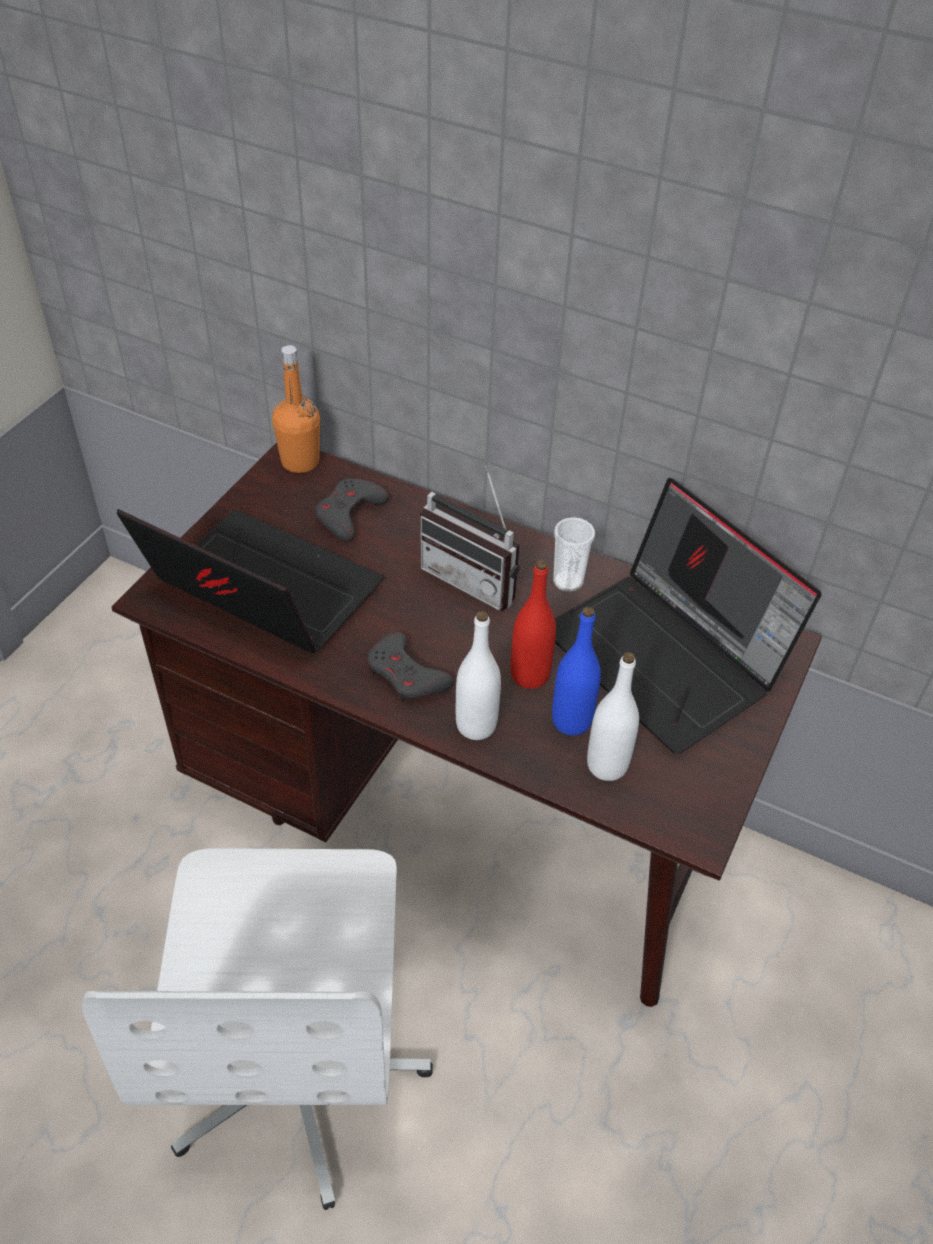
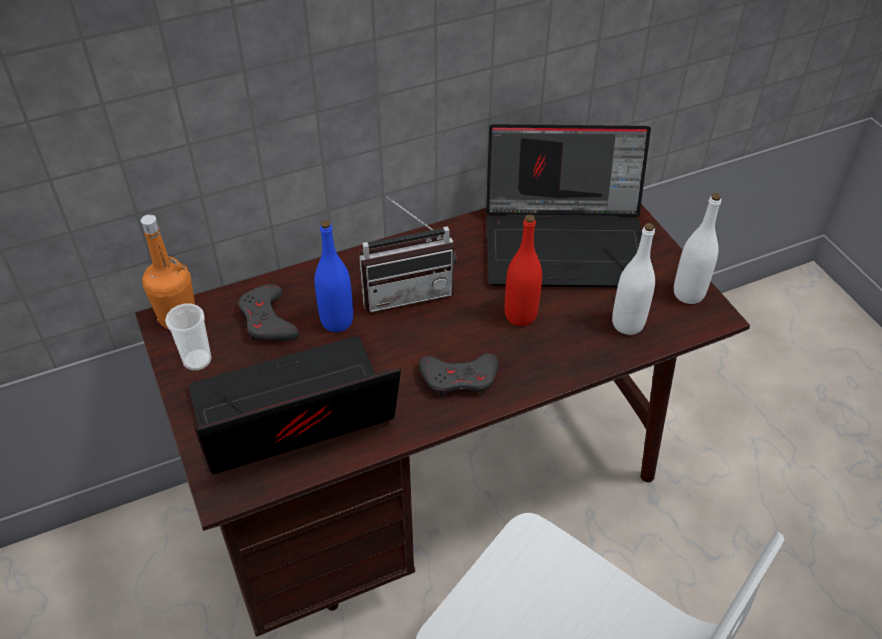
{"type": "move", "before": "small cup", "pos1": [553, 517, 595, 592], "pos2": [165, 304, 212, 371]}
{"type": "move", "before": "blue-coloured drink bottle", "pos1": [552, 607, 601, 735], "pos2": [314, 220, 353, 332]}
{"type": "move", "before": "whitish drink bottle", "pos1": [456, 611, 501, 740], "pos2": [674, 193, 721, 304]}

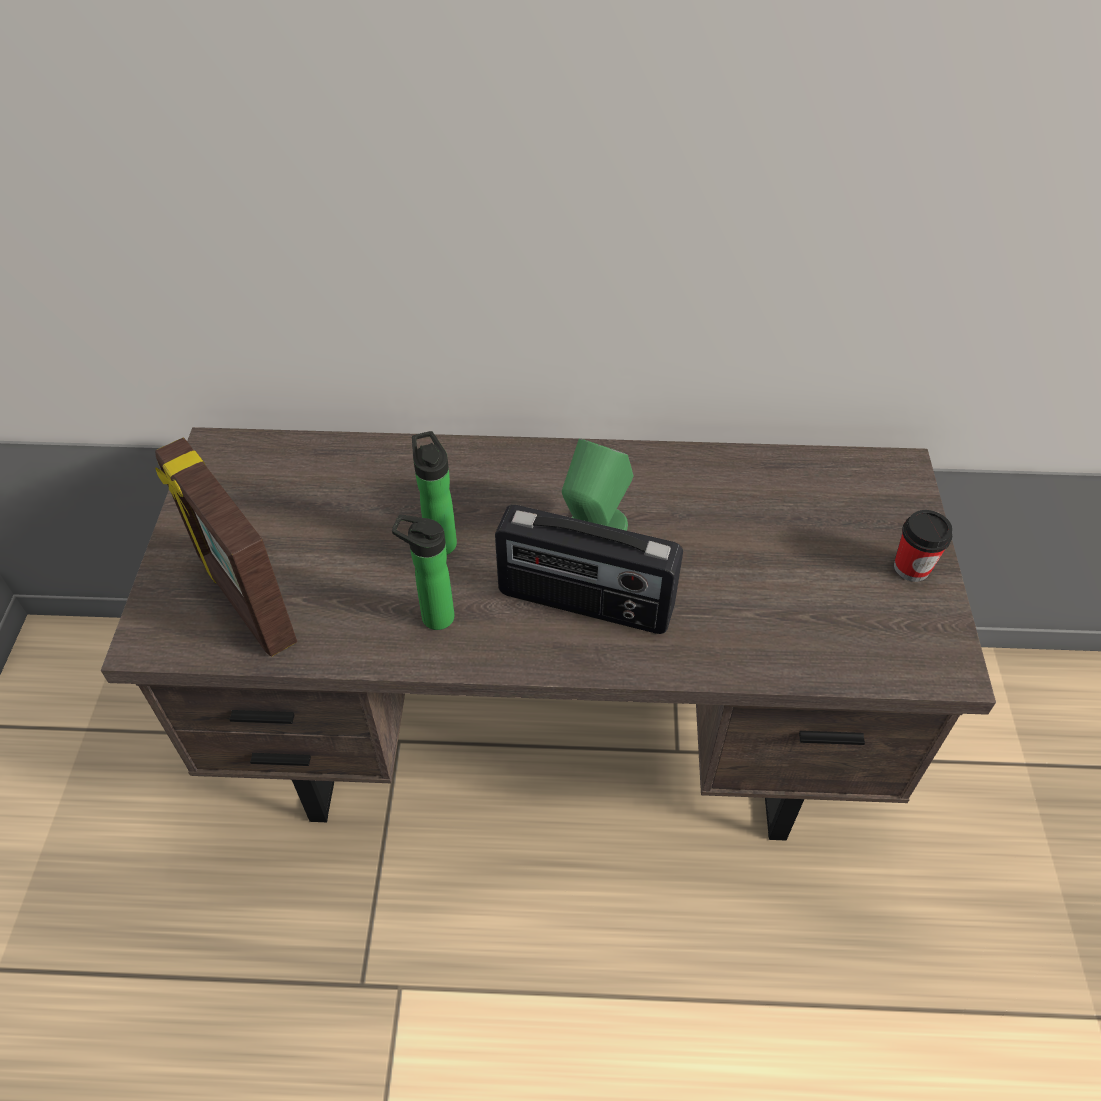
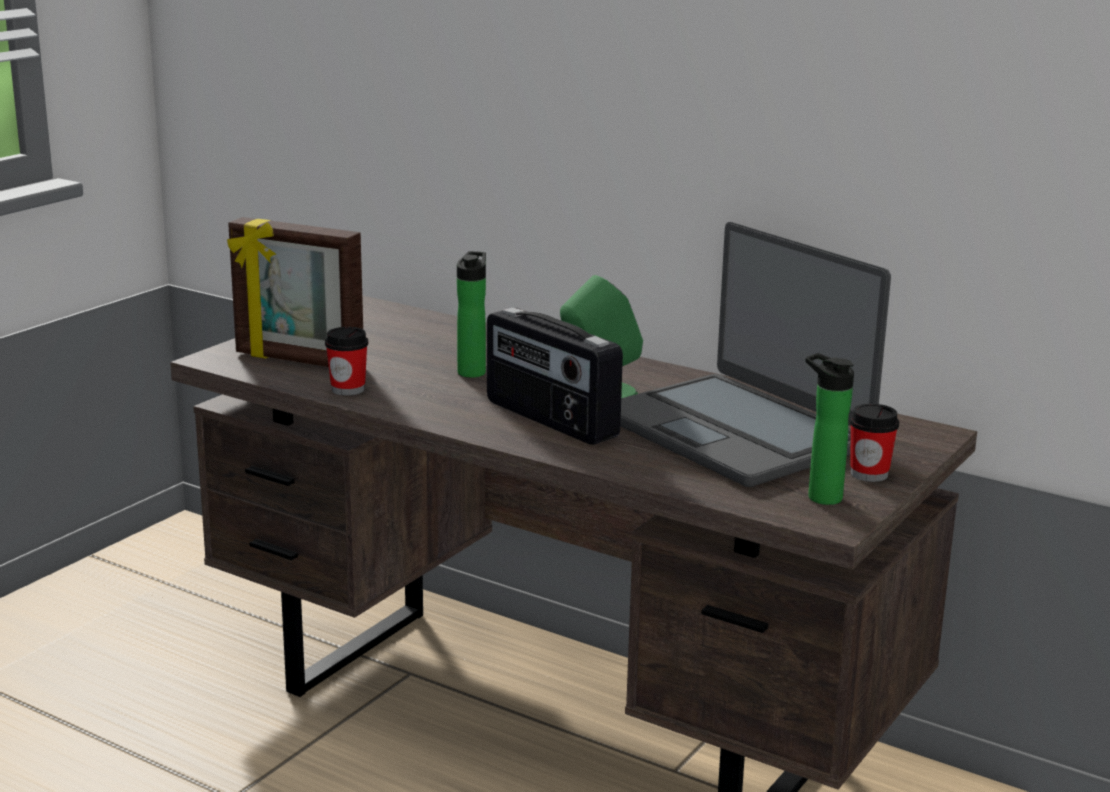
{"type": "rotate", "before": "photo frame", "pos1": [155, 437, 297, 657], "pos2": [227, 217, 363, 367], "turn": -60}
{"type": "move", "before": "drink bottle", "pos1": [392, 514, 454, 630], "pos2": [805, 353, 854, 505]}
{"type": "insert", "after": "portable computer", "pos2": [620, 222, 891, 487]}
{"type": "insert", "after": "small cup", "pos2": [325, 327, 368, 396]}

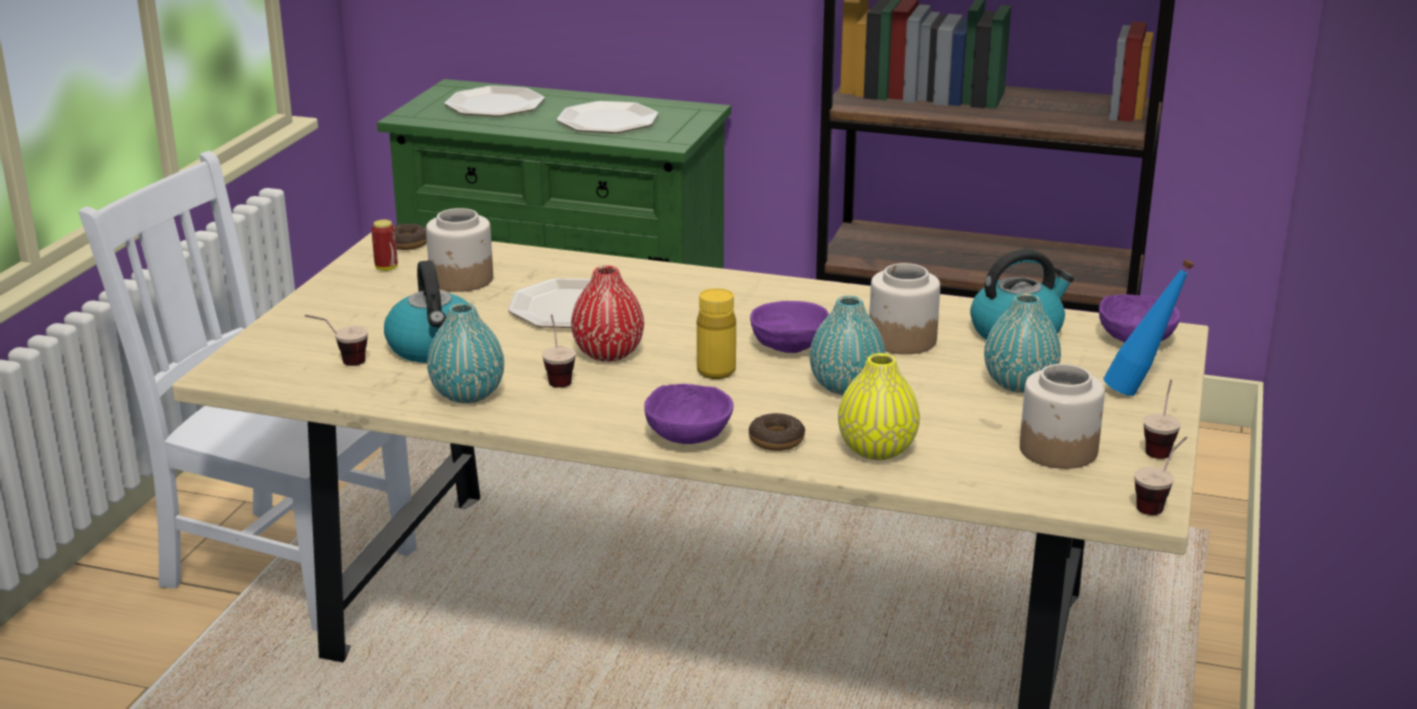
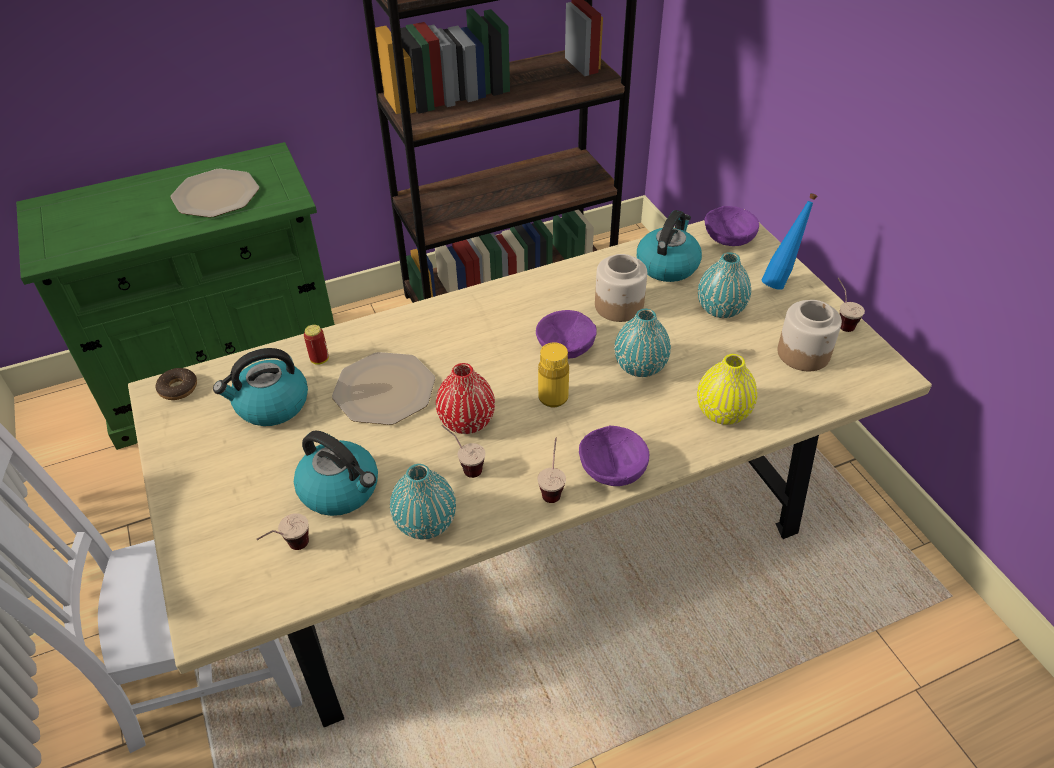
{"type": "delete", "before": "flat dish", "pos1": [444, 86, 545, 117]}
{"type": "replace", "before": "storage jar", "after": "tea kettle", "pos1": [426, 208, 493, 292], "pos2": [213, 348, 308, 426]}
{"type": "move", "before": "sealed can", "pos1": [371, 220, 398, 271], "pos2": [304, 325, 329, 365]}
{"type": "delete", "before": "donut", "pos1": [749, 413, 805, 451]}
{"type": "move", "before": "small cup", "pos1": [1134, 436, 1187, 515], "pos2": [537, 437, 566, 503]}

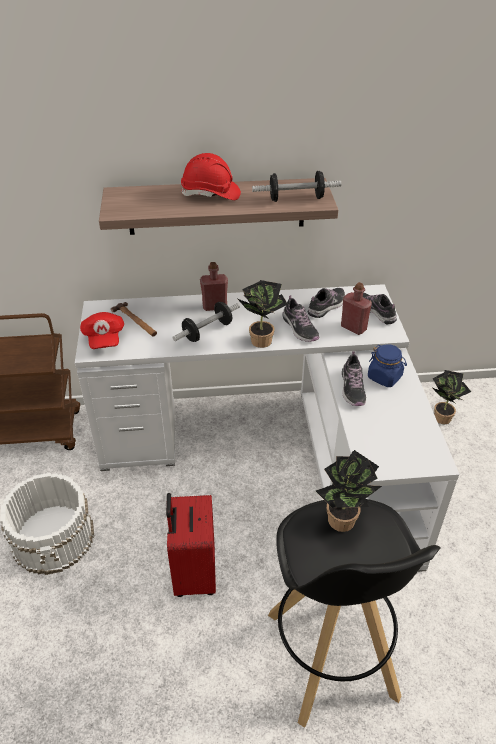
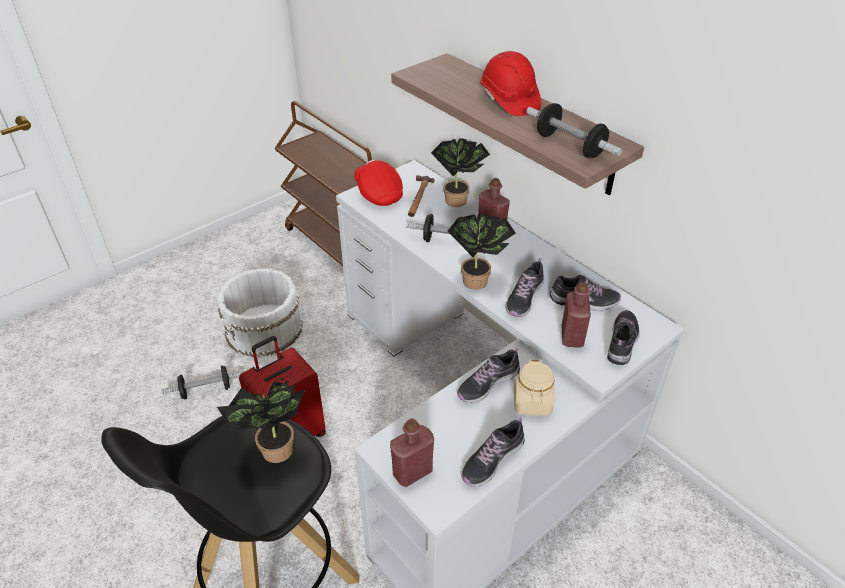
{"type": "rotate", "before": "red cap", "pos1": [80, 312, 124, 349], "pos2": [354, 160, 403, 206], "turn": 105}
{"type": "recolor", "before": "blue-coloured storage jar", "after": "beige-coloured storage jar", "pos1": [368, 344, 407, 387], "pos2": [514, 359, 555, 416]}
{"type": "move", "before": "potted plant", "pos1": [433, 370, 471, 424], "pos2": [431, 138, 490, 207]}
{"type": "insert", "after": "hand weight", "pos2": [161, 365, 245, 400]}
{"type": "insert", "after": "item of footwear", "pos2": [461, 417, 525, 487]}
{"type": "insert", "after": "red drink bottle", "pos2": [390, 418, 434, 487]}

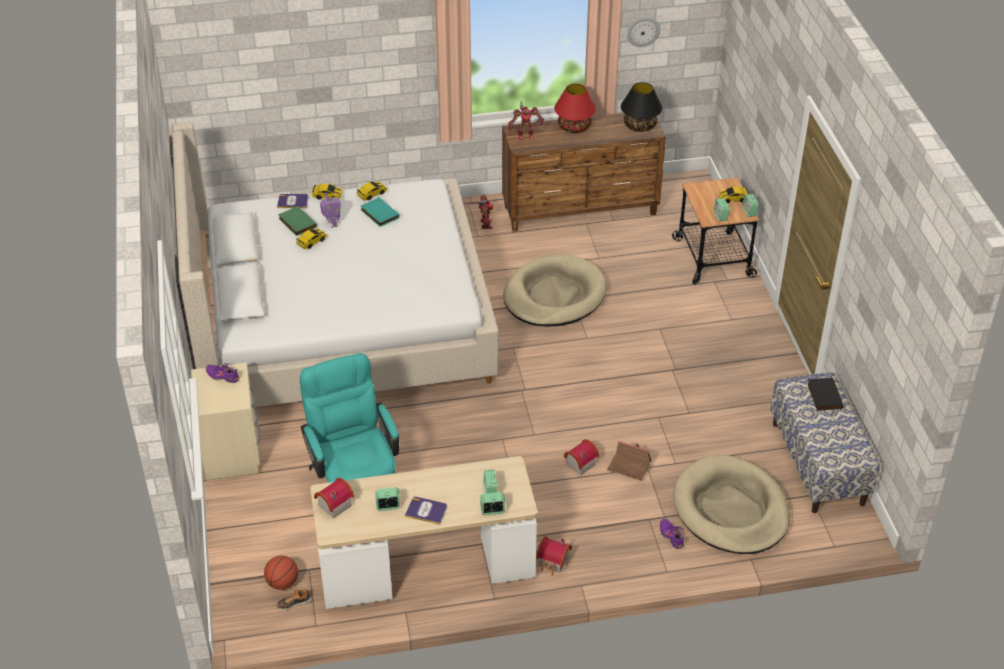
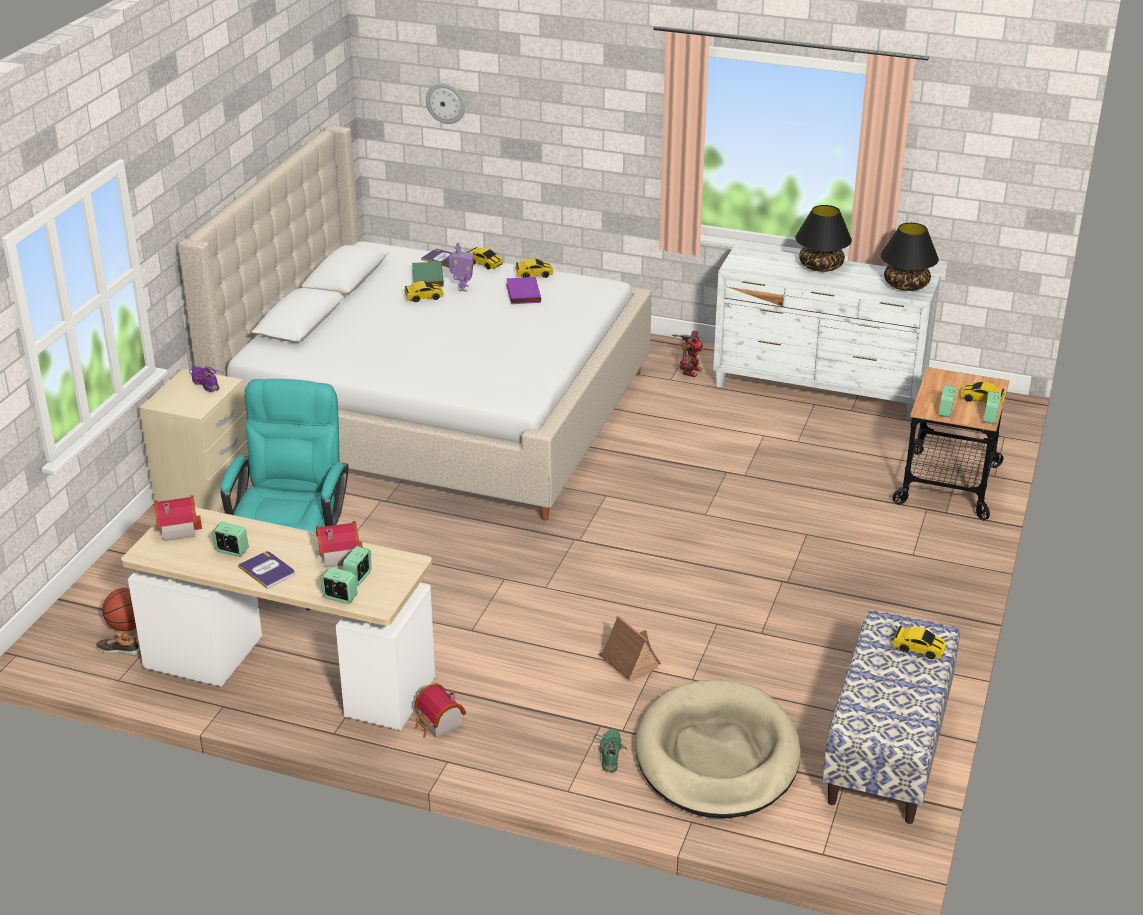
{"type": "move", "before": "hanging clock", "pos1": [627, 17, 660, 47], "pos2": [426, 83, 465, 124]}
{"type": "recolor", "before": "red tabletop lamp", "after": "blackish tabletop lamp", "pos1": [554, 84, 596, 133], "pos2": [795, 205, 852, 272]}
{"type": "delete", "before": "model robot", "pos1": [508, 101, 544, 140]}
{"type": "recolor", "before": "brownish dresser", "after": "whitish dresser", "pos1": [502, 113, 666, 232], "pos2": [713, 245, 941, 420]}
{"type": "recolor", "before": "blue-green volume", "after": "purple volume", "pos1": [361, 197, 400, 227], "pos2": [506, 276, 541, 304]}
{"type": "delete", "before": "beige-coloured dog cushion", "pos1": [503, 255, 606, 326]}
{"type": "replace", "before": "blackish volume", "after": "toy car", "pos1": [807, 377, 843, 411], "pos2": [893, 626, 946, 659]}
{"type": "move", "before": "model house", "pos1": [563, 439, 599, 475], "pos2": [316, 521, 363, 567]}
{"type": "recolor", "before": "purple item of footwear", "after": "greenish item of footwear", "pos1": [660, 519, 686, 549], "pos2": [594, 729, 630, 772]}

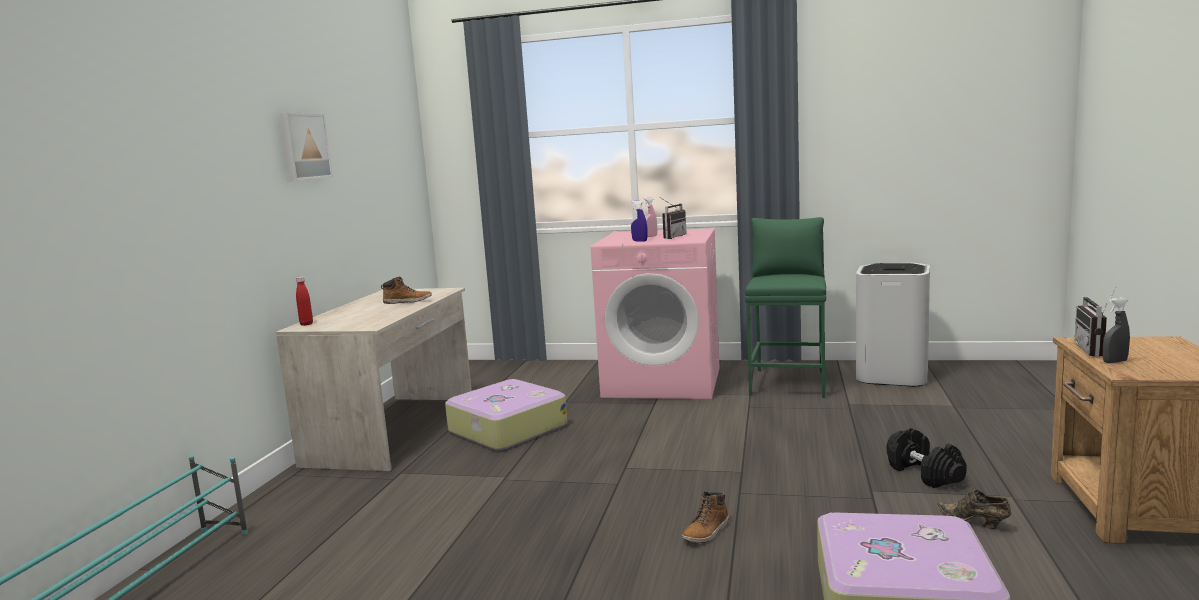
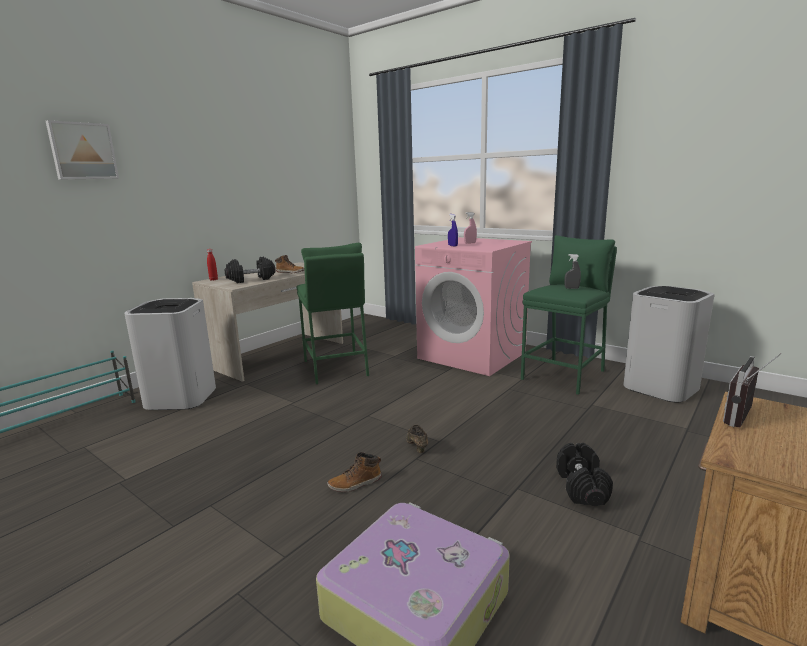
{"type": "move", "before": "wall art", "pos1": [279, 113, 333, 181], "pos2": [46, 120, 119, 180]}
{"type": "delete", "before": "radio", "pos1": [661, 198, 687, 239]}
{"type": "move", "before": "greyish spray bottle", "pos1": [1103, 297, 1130, 363], "pos2": [565, 254, 581, 289]}
{"type": "replace", "before": "piece of luggage", "after": "greenish stool seat", "pos1": [445, 379, 567, 450], "pos2": [297, 243, 369, 384]}
{"type": "move", "before": "brownish item of footwear", "pos1": [937, 490, 1011, 529], "pos2": [406, 425, 428, 453]}
{"type": "insert", "after": "blackish hand weight", "pos2": [225, 256, 276, 283]}
{"type": "insert", "after": "whitish waste bin", "pos2": [124, 298, 216, 410]}

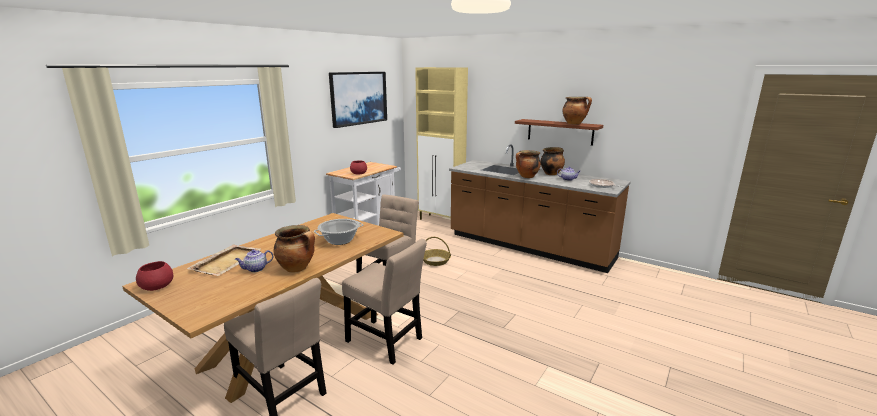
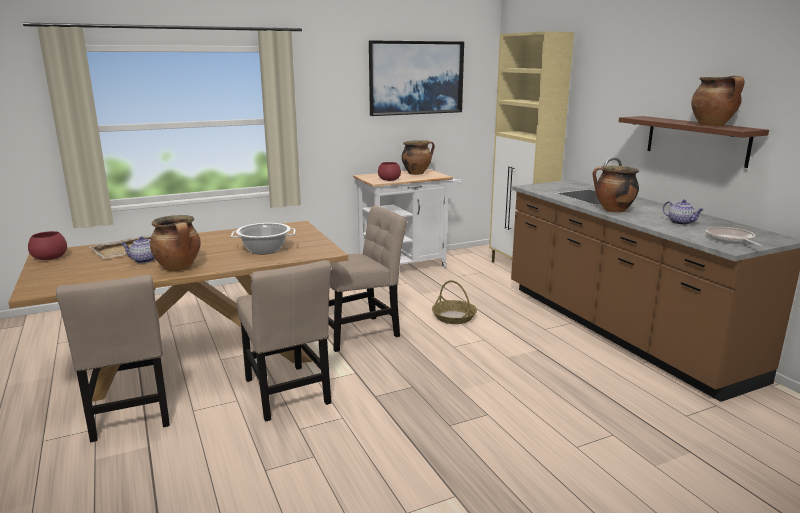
{"type": "move", "before": "cooking pot", "pos1": [540, 147, 565, 175], "pos2": [402, 140, 435, 175]}

